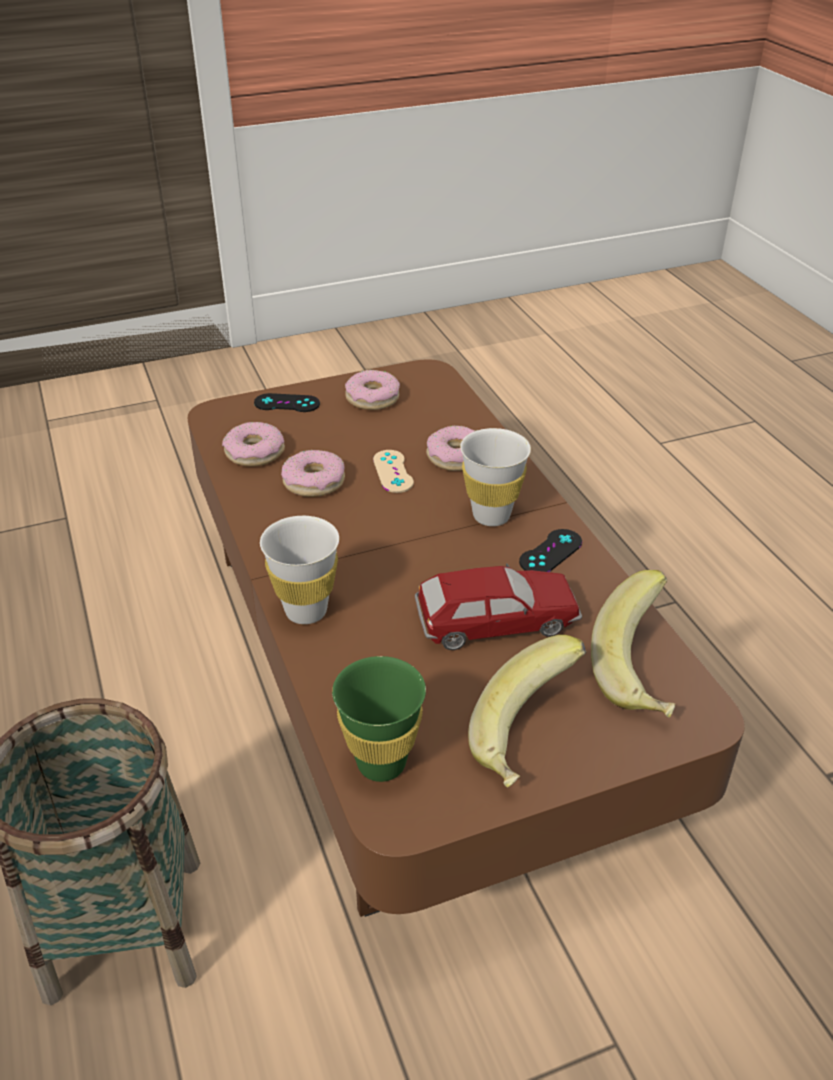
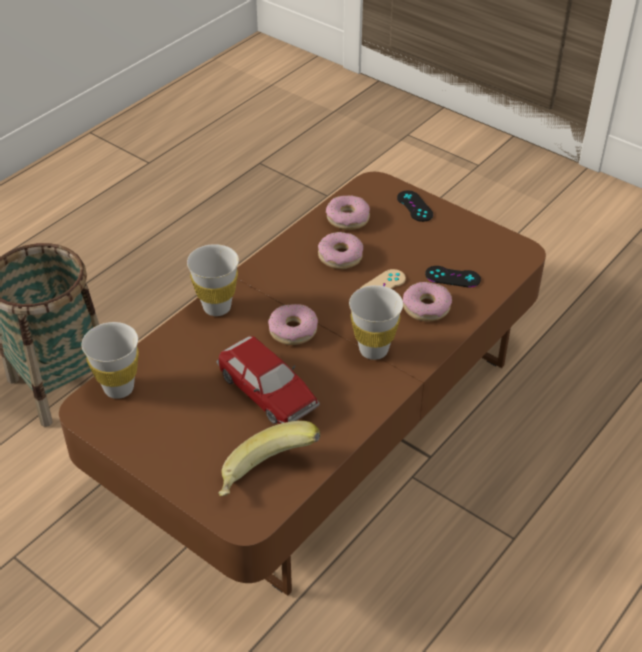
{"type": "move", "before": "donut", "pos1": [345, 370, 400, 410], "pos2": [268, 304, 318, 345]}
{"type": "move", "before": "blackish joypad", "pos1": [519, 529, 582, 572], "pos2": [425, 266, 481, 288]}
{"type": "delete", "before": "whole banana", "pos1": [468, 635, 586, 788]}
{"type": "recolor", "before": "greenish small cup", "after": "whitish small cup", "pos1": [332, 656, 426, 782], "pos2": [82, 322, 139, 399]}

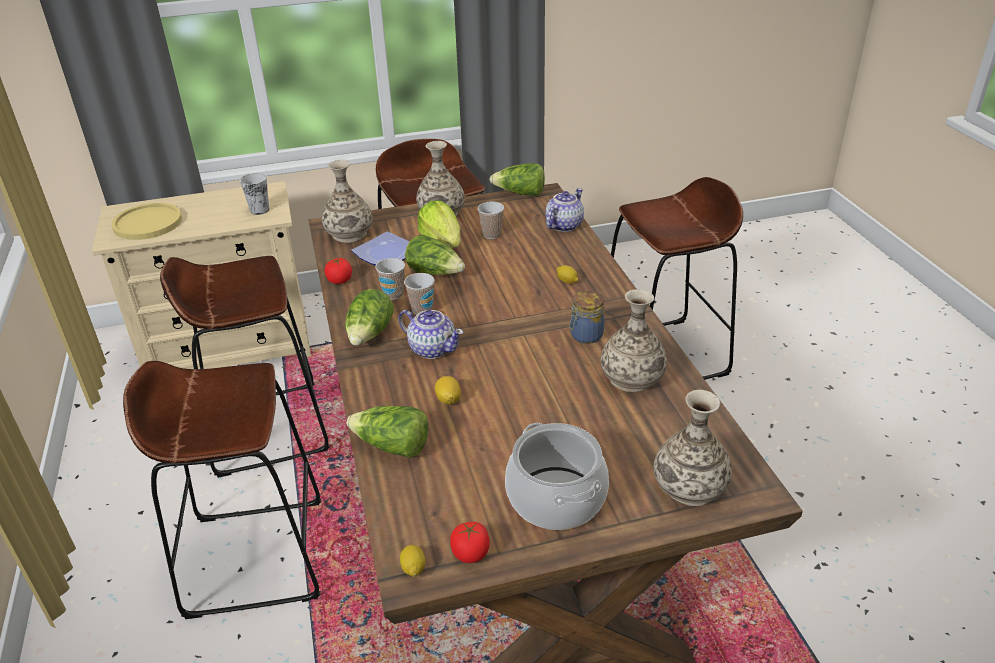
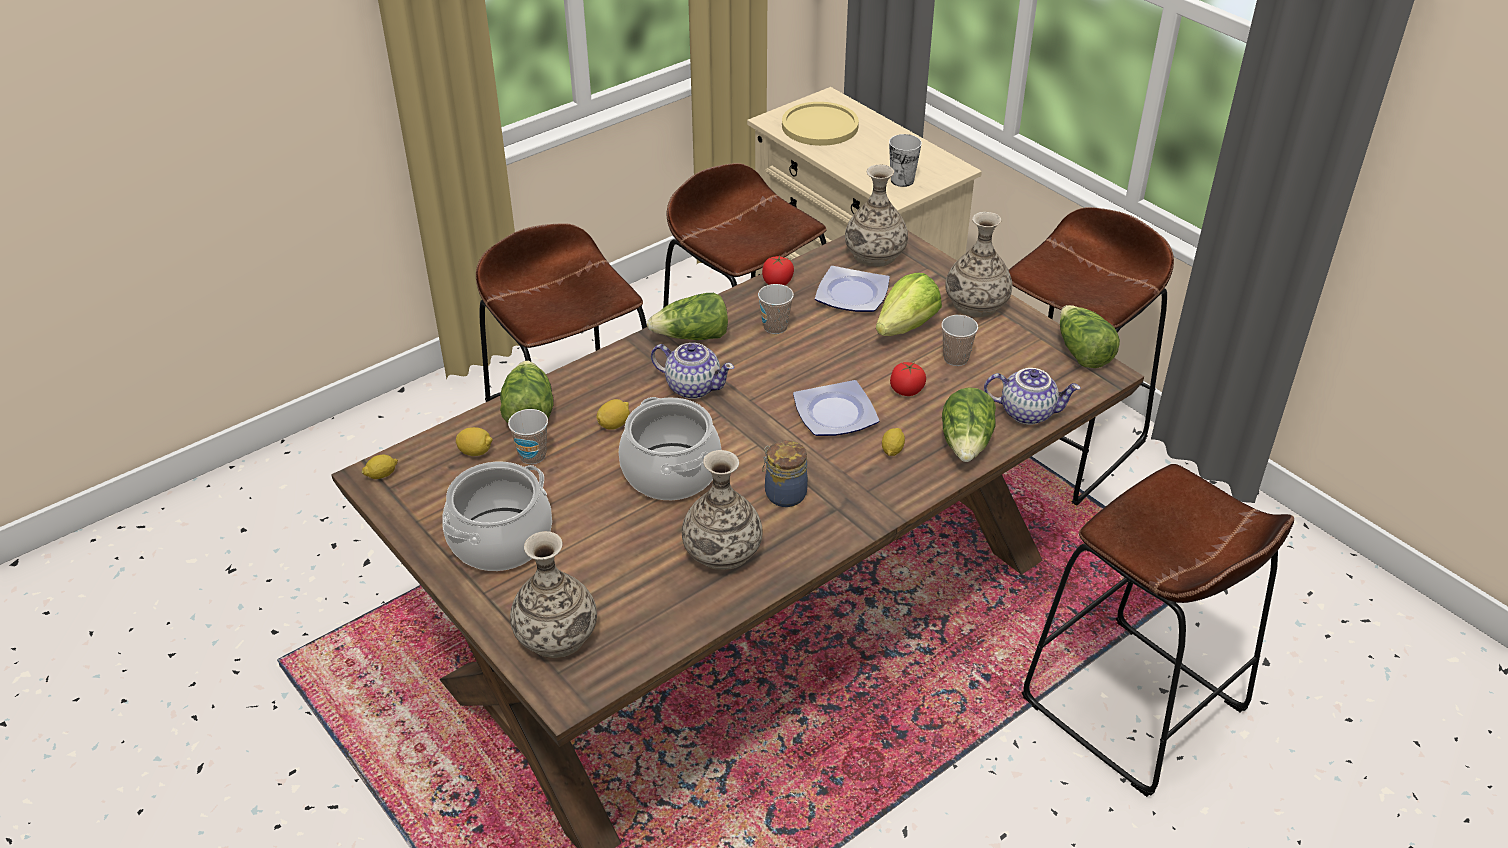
{"type": "move", "before": "lettuce head", "pos1": [405, 235, 465, 275], "pos2": [942, 387, 996, 462]}
{"type": "move", "before": "small cup", "pos1": [404, 273, 435, 315], "pos2": [508, 409, 548, 464]}
{"type": "rotate", "before": "teapot", "pos1": [398, 310, 464, 359], "pos2": [651, 343, 734, 399], "turn": -75}
{"type": "move", "before": "whole tomato", "pos1": [450, 522, 490, 563], "pos2": [890, 362, 926, 396]}
{"type": "insert", "after": "flat dish", "pos2": [793, 380, 879, 436]}
{"type": "insert", "after": "cooking pot", "pos2": [619, 397, 721, 500]}
{"type": "insert", "after": "lemon", "pos2": [456, 427, 493, 456]}

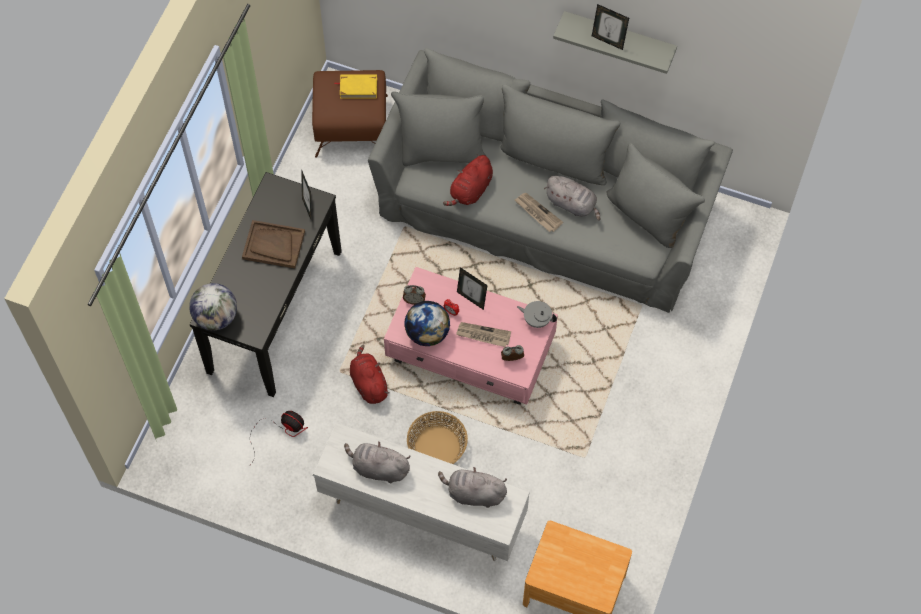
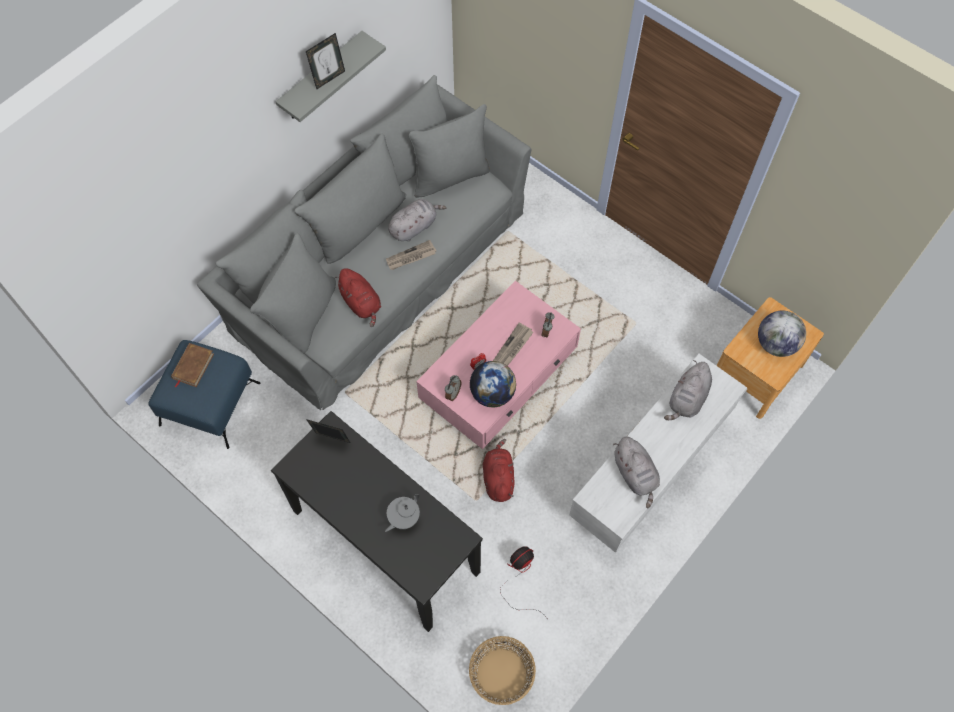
{"type": "recolor", "before": "brownish footrest", "after": "blue-coloured footrest", "pos1": [312, 70, 388, 158], "pos2": [149, 340, 260, 449]}
{"type": "recolor", "before": "yellowish volume", "after": "brownish volume", "pos1": [334, 74, 377, 99], "pos2": [171, 343, 214, 387]}
{"type": "delete", "before": "brownish tray", "pos1": [242, 220, 305, 268]}
{"type": "delete", "before": "photo frame", "pos1": [457, 267, 488, 310]}
{"type": "move", "before": "desk globe", "pos1": [189, 283, 237, 330], "pos2": [758, 311, 806, 357]}
{"type": "move", "before": "greyish teapot", "pos1": [517, 301, 557, 328], "pos2": [385, 494, 420, 532]}
{"type": "rotate", "before": "red soft toy", "pos1": [350, 344, 389, 404], "pos2": [483, 439, 514, 502], "turn": 90}
{"type": "move", "before": "storage basket", "pos1": [407, 411, 468, 464], "pos2": [469, 636, 536, 705]}
{"type": "rotate", "before": "greyish soft toy", "pos1": [344, 441, 411, 483], "pos2": [613, 437, 660, 508], "turn": -60}

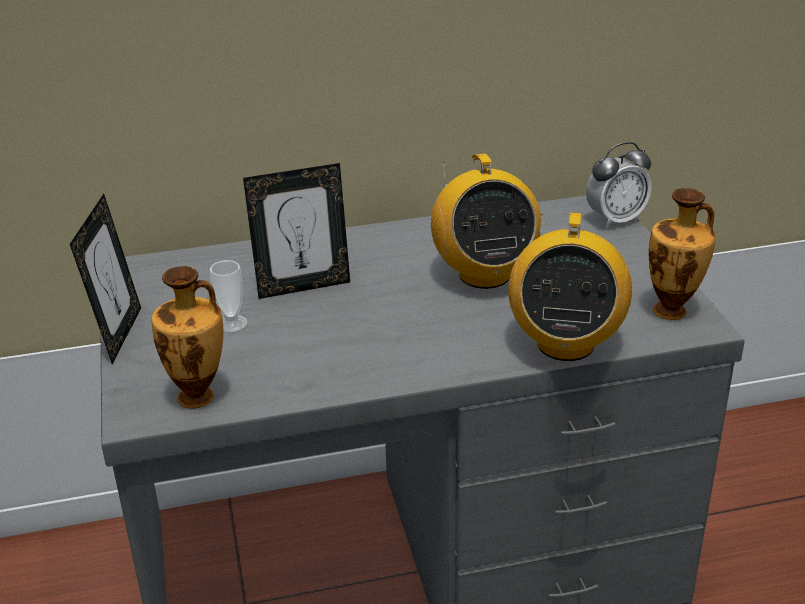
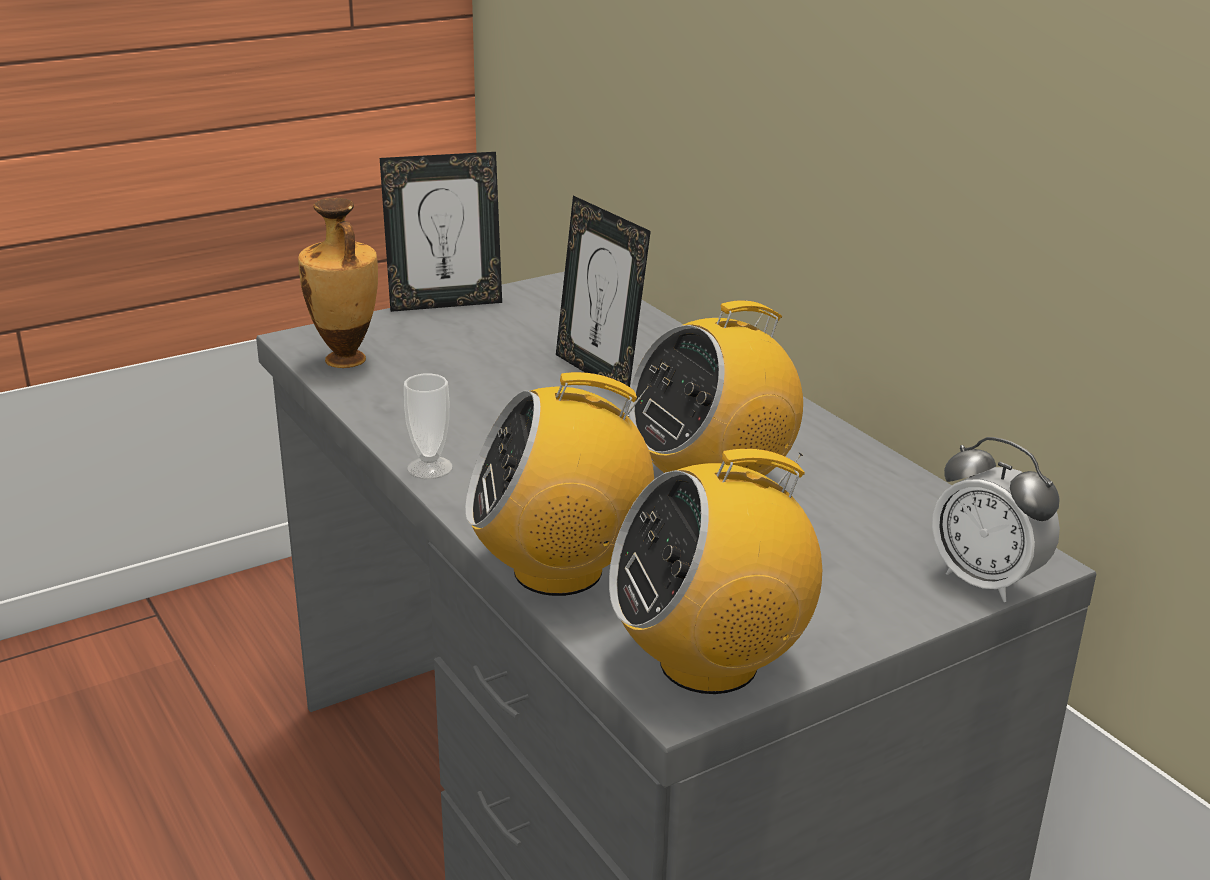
{"type": "replace", "before": "decorative vase", "after": "radio", "pos1": [649, 188, 716, 320], "pos2": [609, 449, 822, 694]}
{"type": "move", "before": "small cup", "pos1": [210, 260, 248, 333], "pos2": [404, 374, 453, 479]}

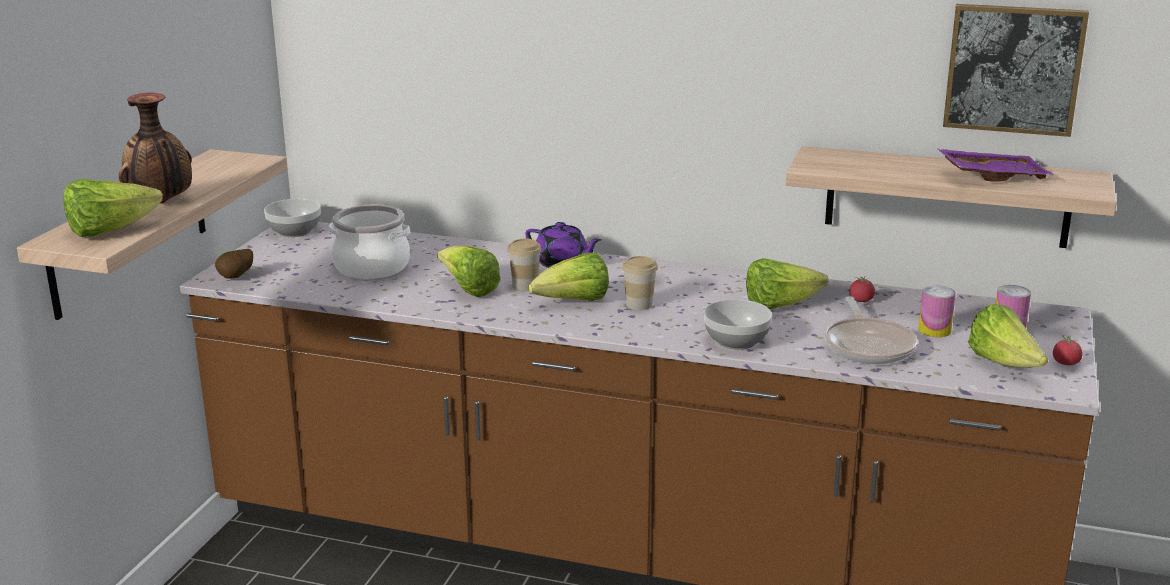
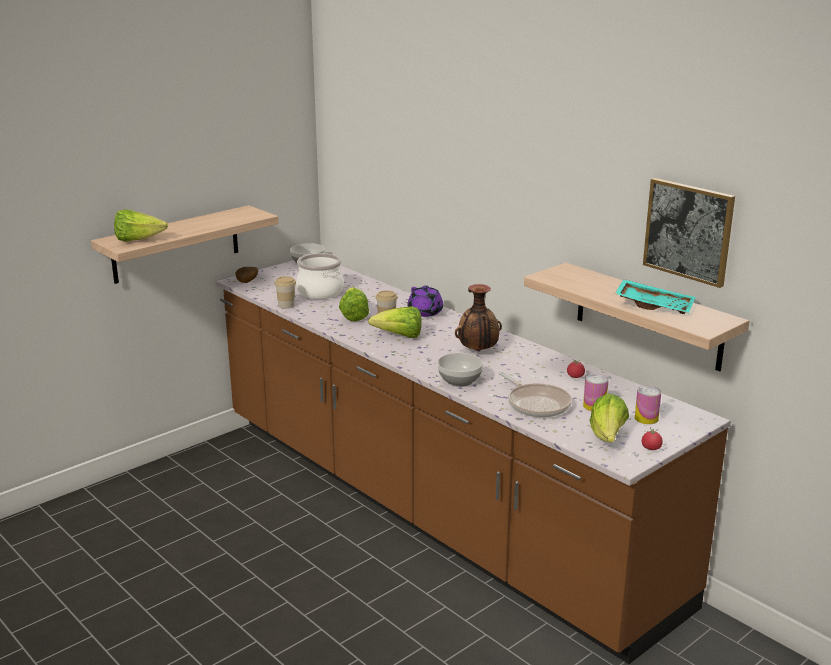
{"type": "move", "before": "decorative vase", "pos1": [119, 93, 192, 204], "pos2": [455, 284, 502, 351]}
{"type": "recolor", "before": "purple tray", "after": "blue-green tray", "pos1": [938, 149, 1055, 181], "pos2": [615, 279, 695, 314]}
{"type": "move", "before": "small cup", "pos1": [622, 256, 658, 310], "pos2": [275, 276, 296, 309]}
{"type": "delete", "before": "lettuce head", "pos1": [746, 258, 828, 309]}
{"type": "rotate", "before": "skillet", "pos1": [824, 296, 918, 364], "pos2": [498, 372, 572, 418], "turn": -60}

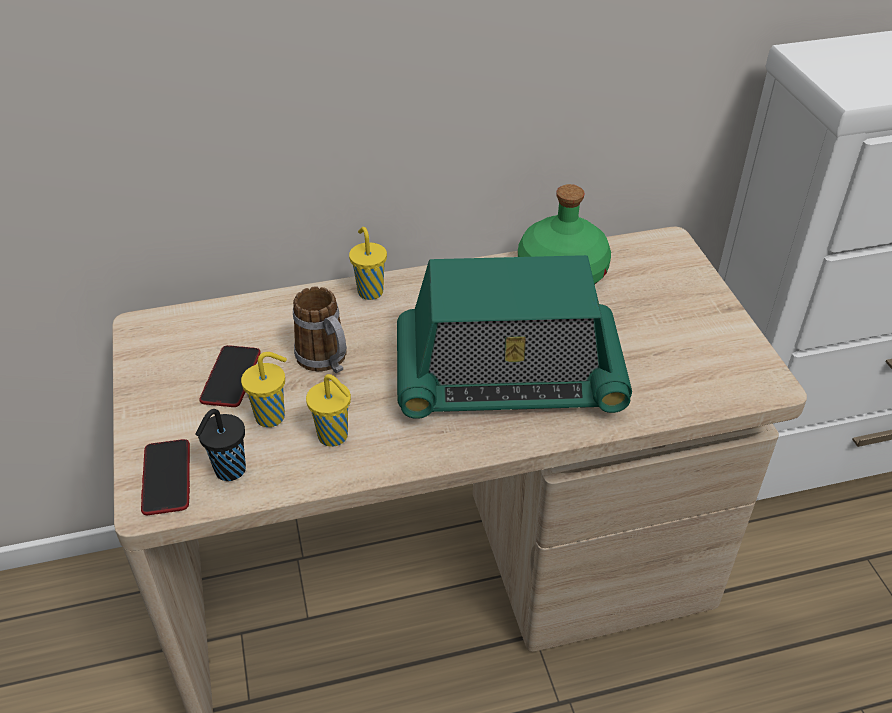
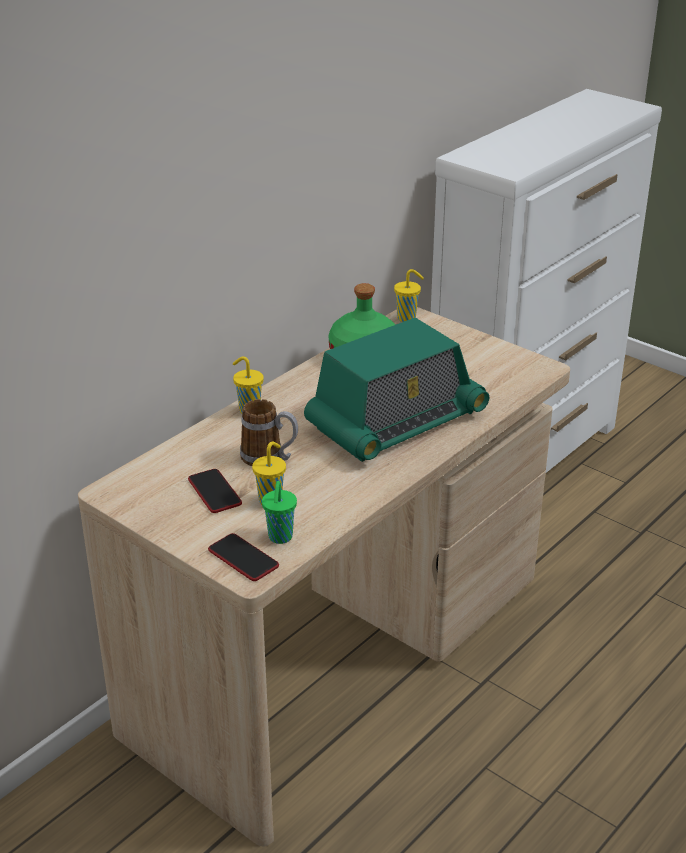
{"type": "move", "before": "yellowish small cup", "pos1": [306, 374, 351, 447], "pos2": [394, 269, 424, 322]}
{"type": "recolor", "before": "blackish small cup", "after": "greenish small cup", "pos1": [196, 409, 246, 481], "pos2": [262, 481, 297, 544]}

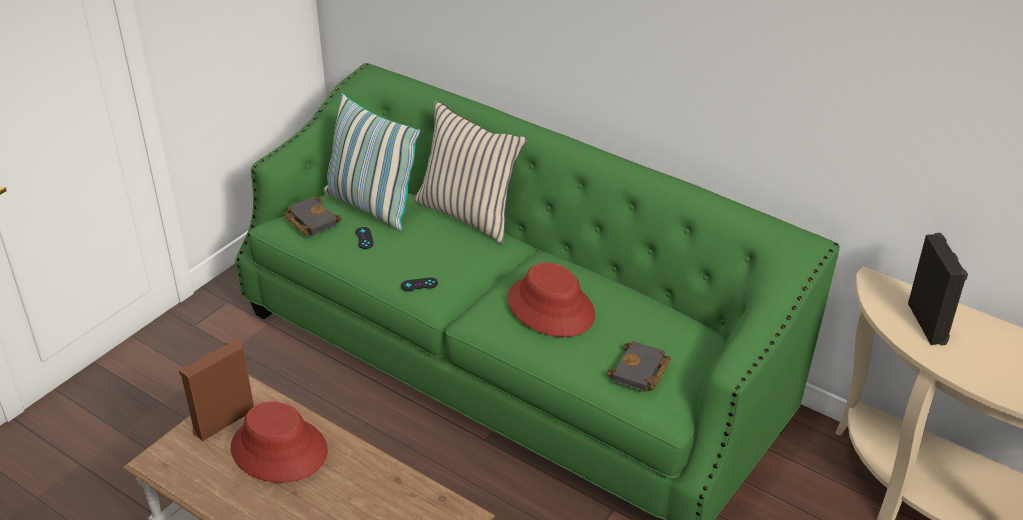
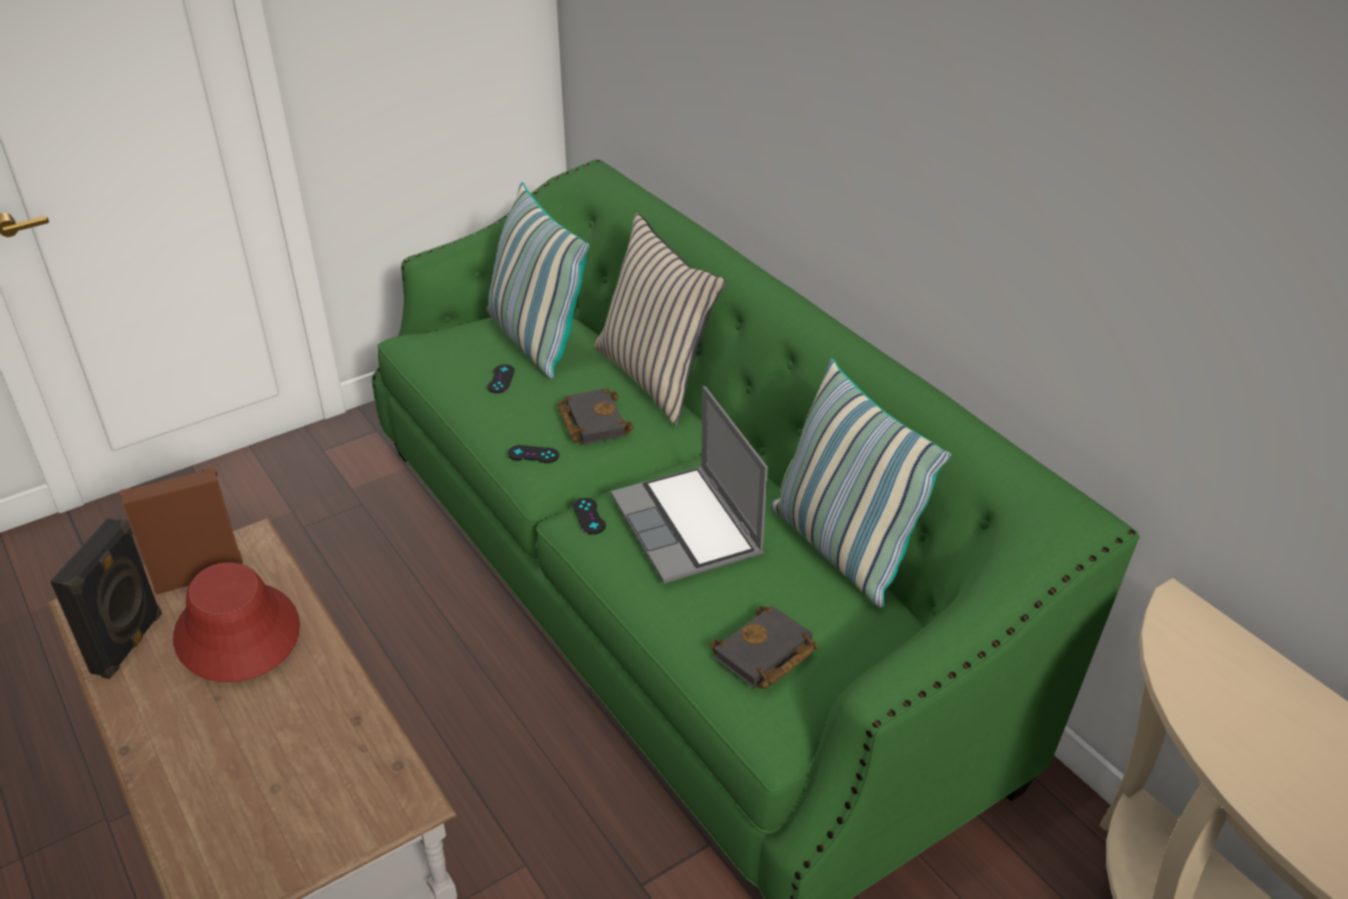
{"type": "move", "before": "blackish volume", "pos1": [283, 197, 342, 236], "pos2": [557, 388, 634, 445]}
{"type": "move", "before": "blackish speaker", "pos1": [908, 233, 968, 345], "pos2": [50, 518, 162, 679]}
{"type": "replace", "before": "red wearable hat", "after": "portable computer", "pos1": [508, 262, 595, 337], "pos2": [611, 386, 768, 584]}
{"type": "insert", "after": "throw pillow", "pos2": [771, 358, 951, 608]}
{"type": "insert", "after": "blackish joypad", "pos2": [573, 498, 606, 535]}

